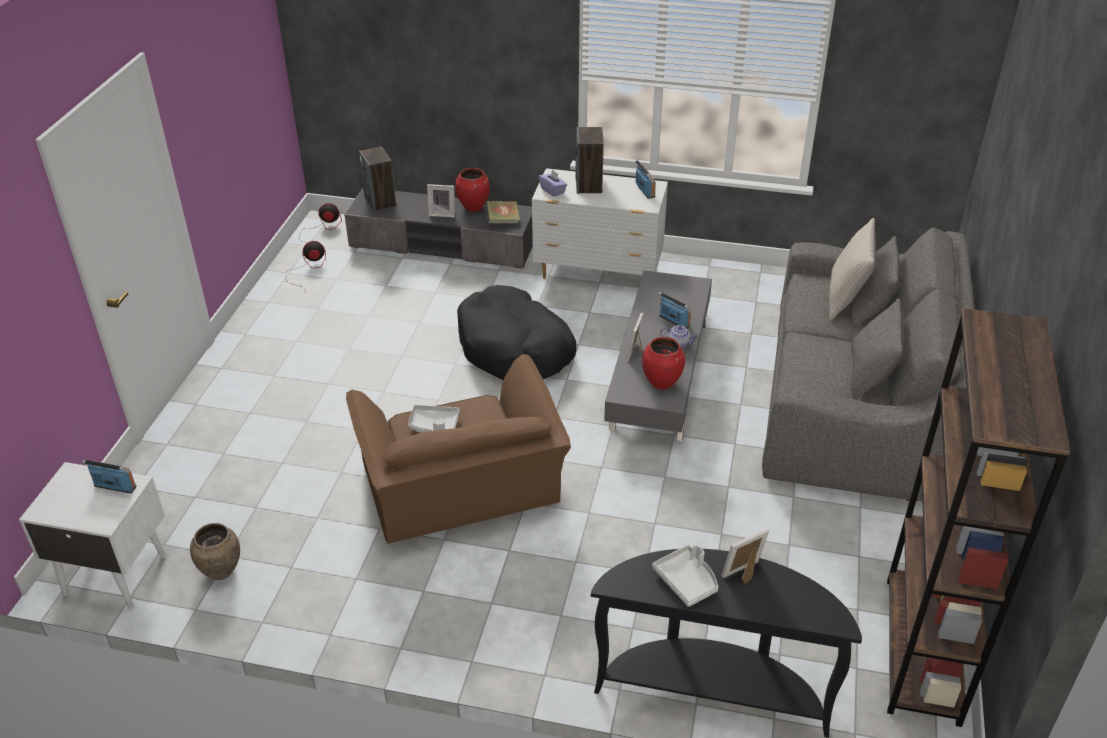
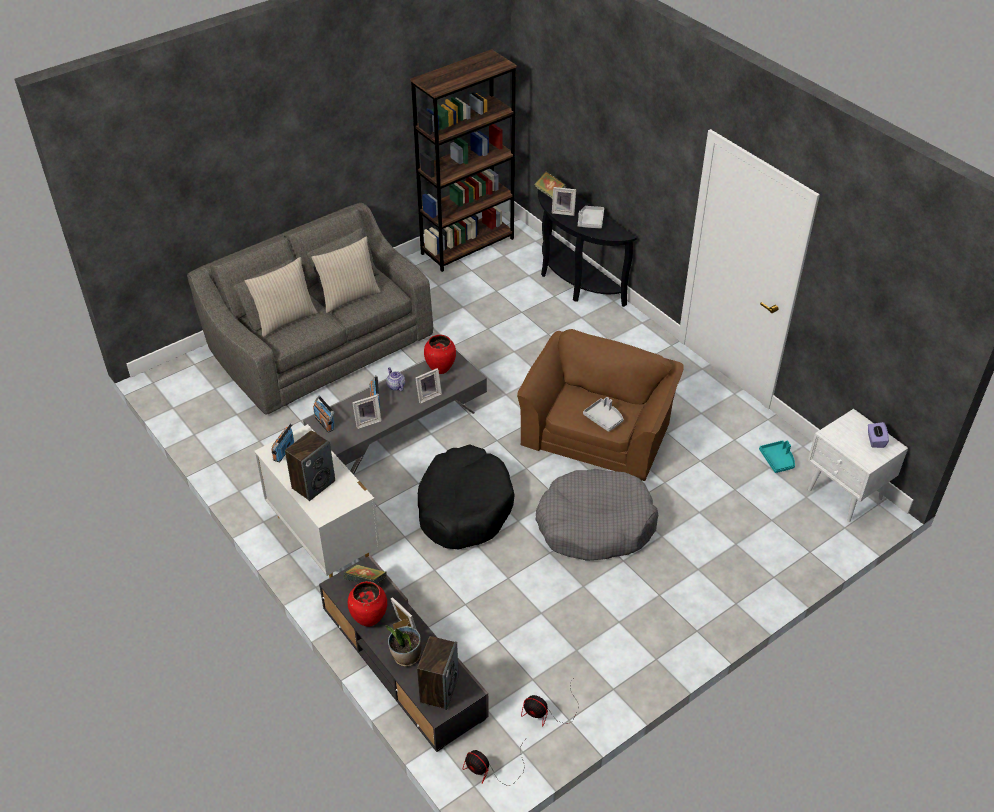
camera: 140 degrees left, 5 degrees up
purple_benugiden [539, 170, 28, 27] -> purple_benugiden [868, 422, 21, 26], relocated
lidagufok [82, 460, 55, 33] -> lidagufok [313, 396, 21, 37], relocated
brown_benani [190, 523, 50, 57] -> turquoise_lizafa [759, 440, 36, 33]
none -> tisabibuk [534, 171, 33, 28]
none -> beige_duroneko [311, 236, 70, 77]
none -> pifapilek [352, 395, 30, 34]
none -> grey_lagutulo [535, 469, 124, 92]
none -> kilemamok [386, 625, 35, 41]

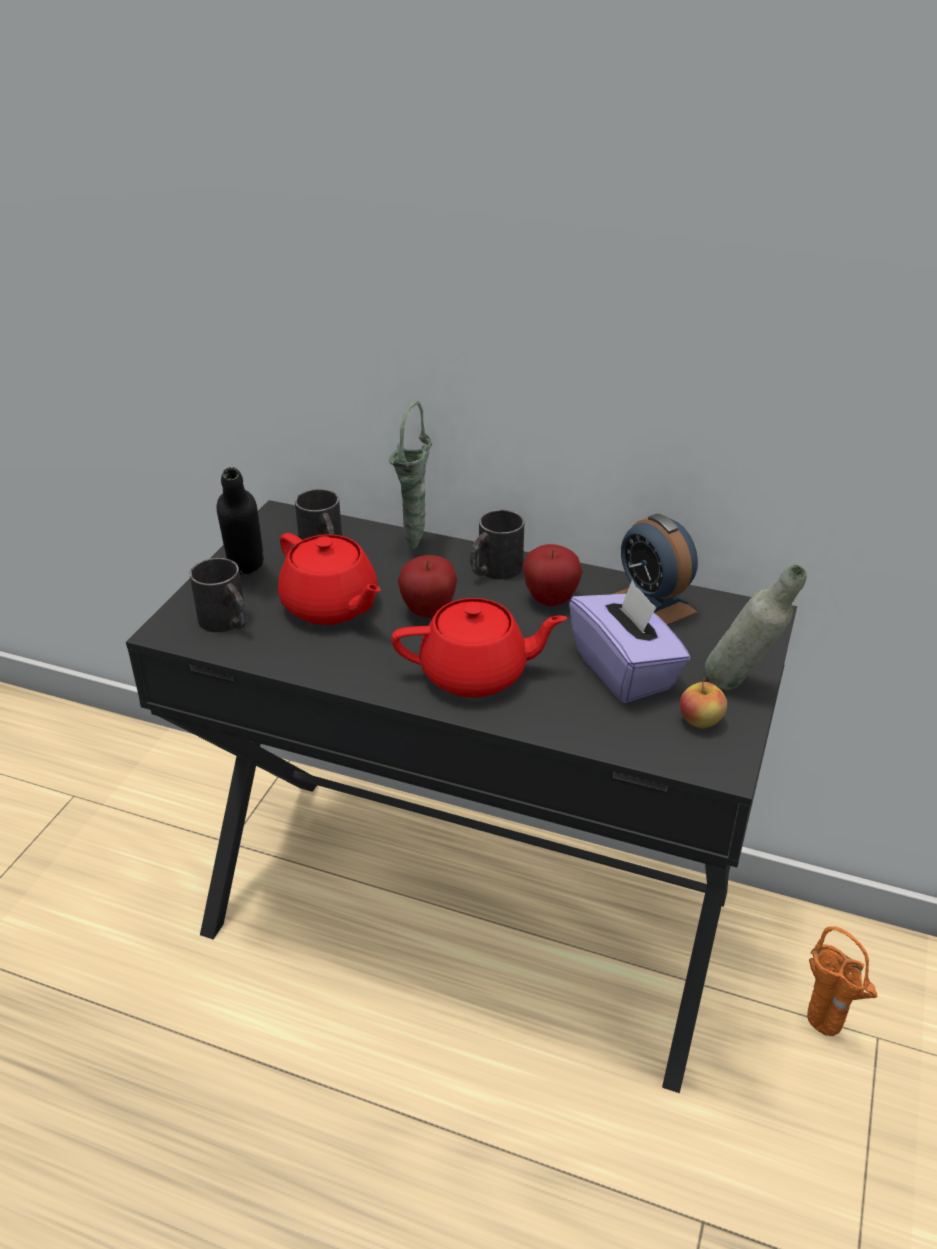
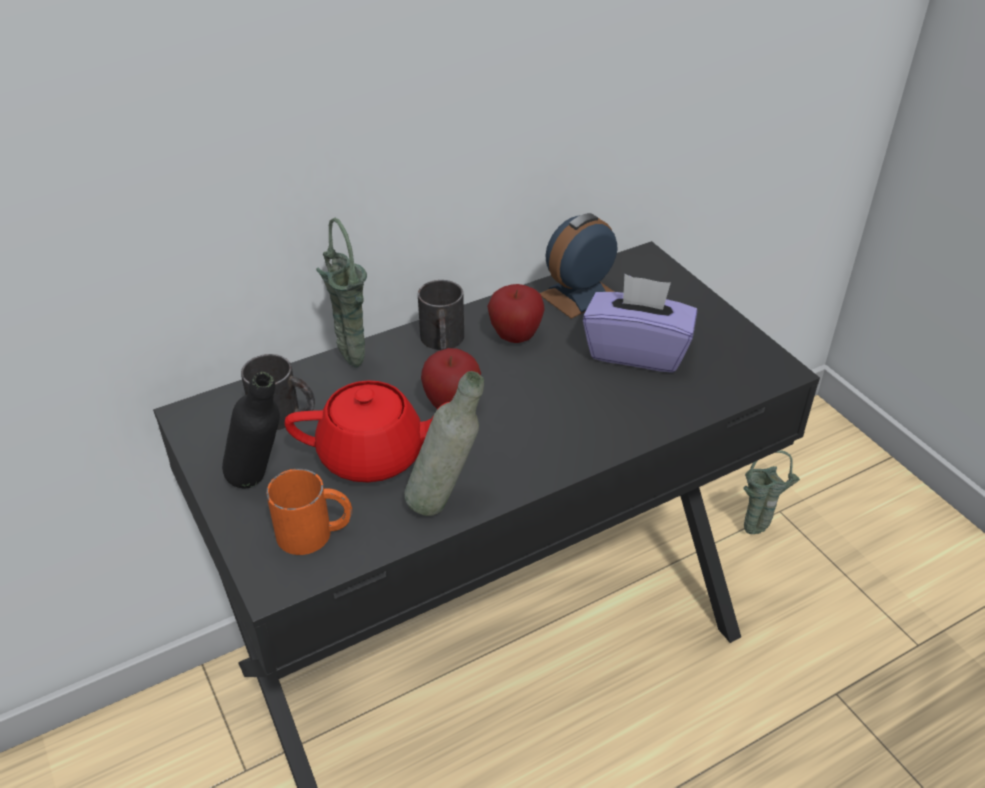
camera: 50 degrees left, 5 degrees up
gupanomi [614, 513, 84, 112] -> gupanomi [540, 213, 77, 106], 135 degrees clockwise
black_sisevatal [190, 558, 57, 75] -> orange_sisevatal [266, 469, 86, 86]
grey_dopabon [705, 565, 102, 125] -> grey_dopabon [404, 371, 80, 145], relocated
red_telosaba [391, 598, 176, 99] -> none
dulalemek [680, 677, 47, 51] -> none
orange_benani [807, 926, 70, 110] -> green_benani [743, 450, 57, 84]

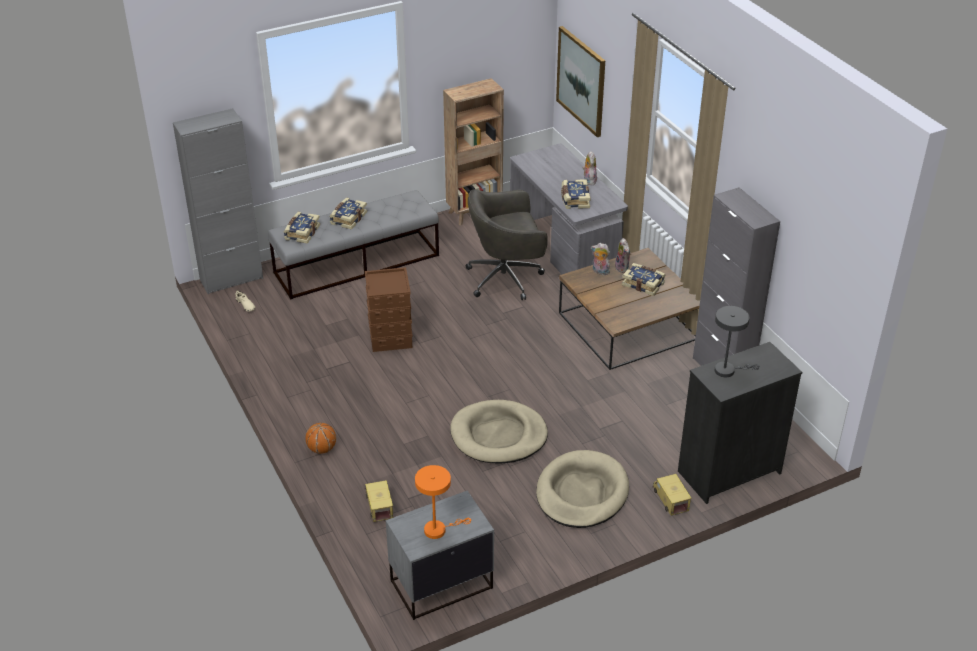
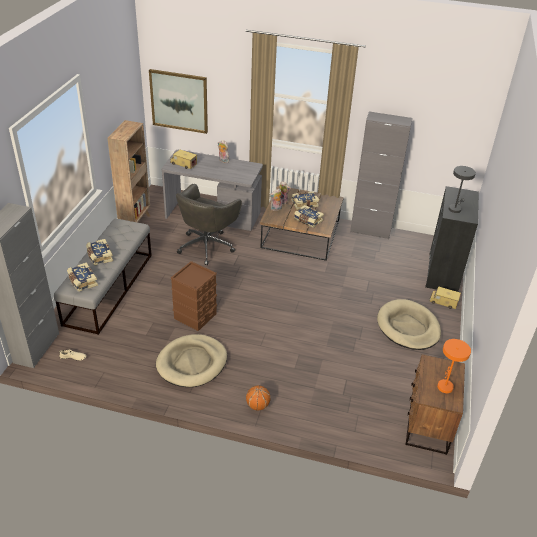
camera: 50 degrees left, 0 degrees up
tisabibuk [561, 179, 30, 30] -> tisabibuk [294, 205, 30, 23], relocated
beige_lagutulo [450, 400, 98, 64] -> beige_lagutulo [156, 334, 71, 53], relocated
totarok [365, 480, 28, 42] -> totarok [170, 150, 27, 19], relocated
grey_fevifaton [386, 490, 108, 130] -> brown_fevifaton [405, 354, 60, 101]

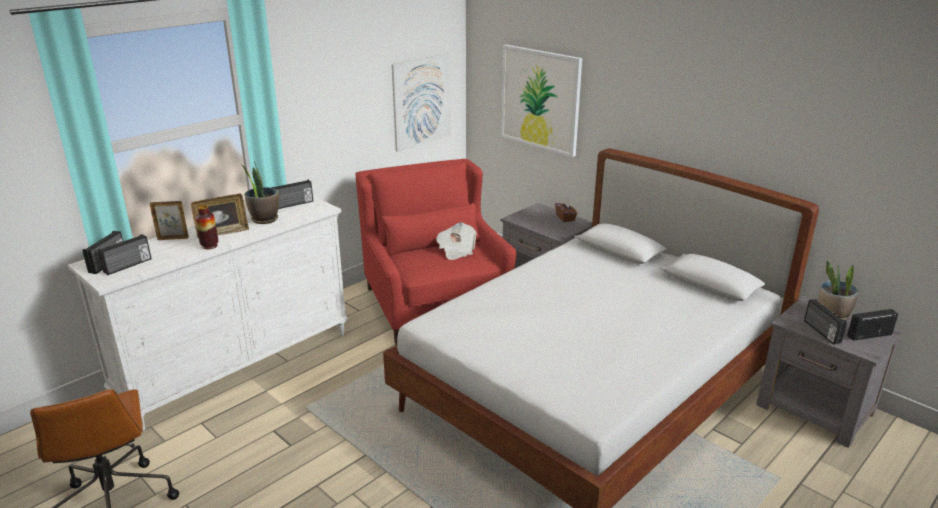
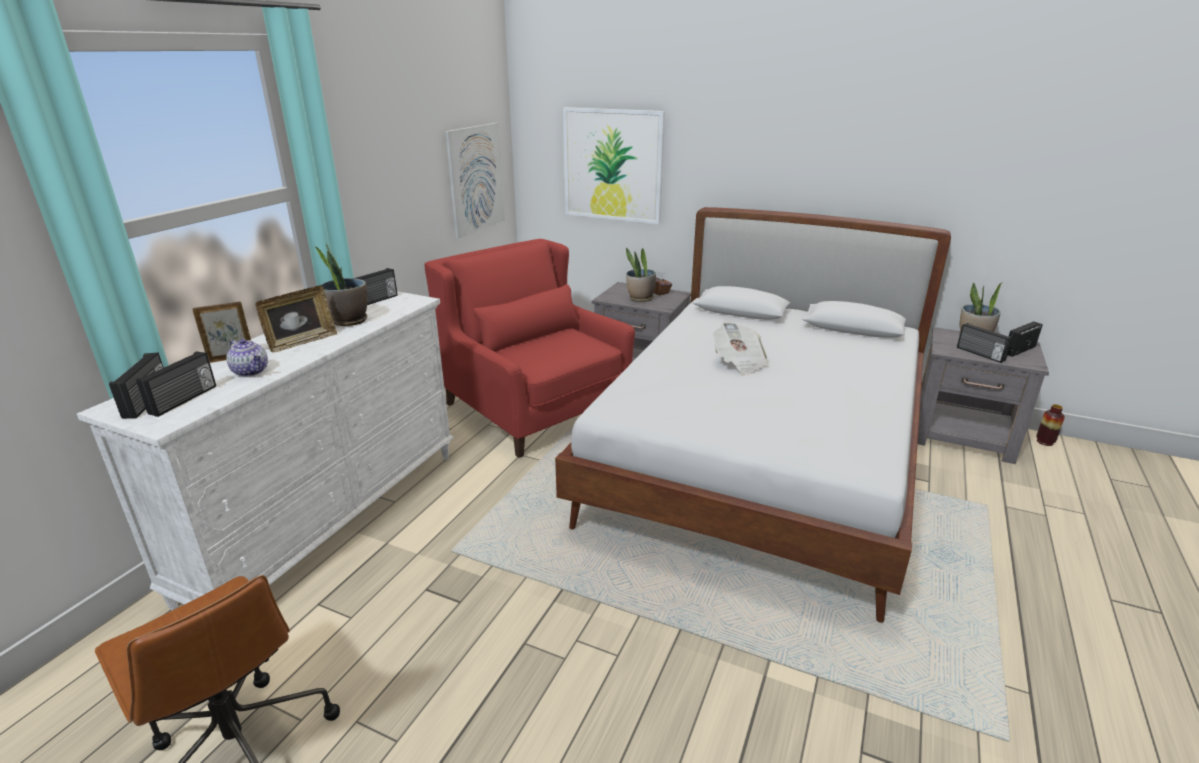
camera: 20 degrees left, 0 degrees up
benani [195, 205, 23, 44] -> benani [1036, 404, 29, 42], relocated
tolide [436, 222, 41, 38] -> tolide [713, 322, 56, 53], relocated
none -> kilemamok [626, 248, 30, 54]
none -> telosaba [226, 339, 42, 38]

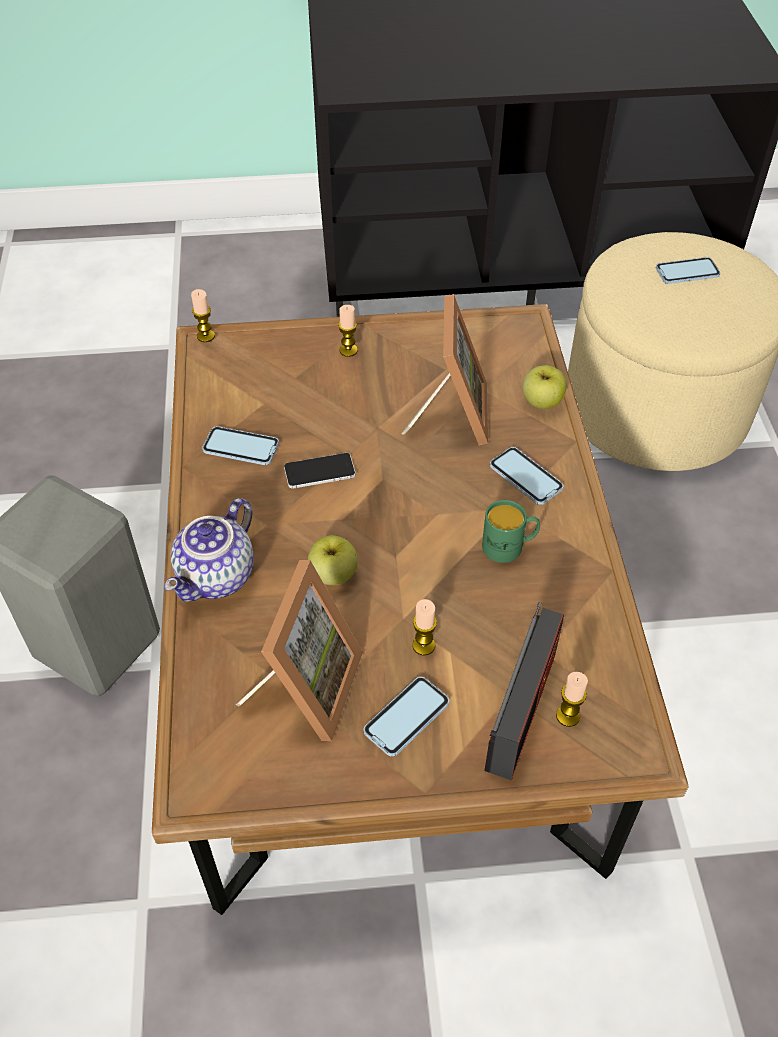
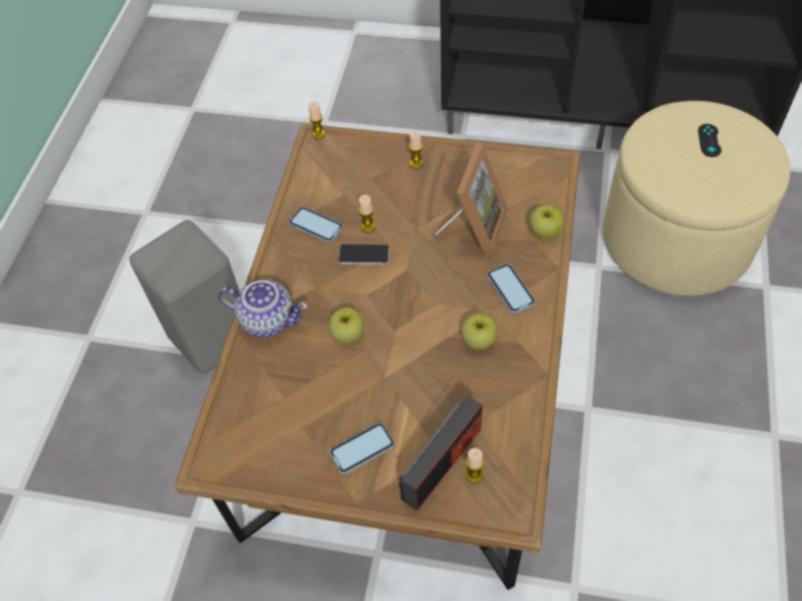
camera: 20 degrees right, 5 degrees up
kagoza [656, 257, 64, 27] -> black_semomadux [698, 124, 24, 33]
telosaba [164, 498, 90, 104] -> telosaba [218, 280, 90, 58], 120 degrees counterclockwise
green_sisevatal [482, 500, 58, 63] -> dulalemek [461, 313, 37, 37]
pifapilek [236, 560, 127, 181] -> none
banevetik [412, 599, 25, 57] -> banevetik [359, 195, 16, 38], relocated

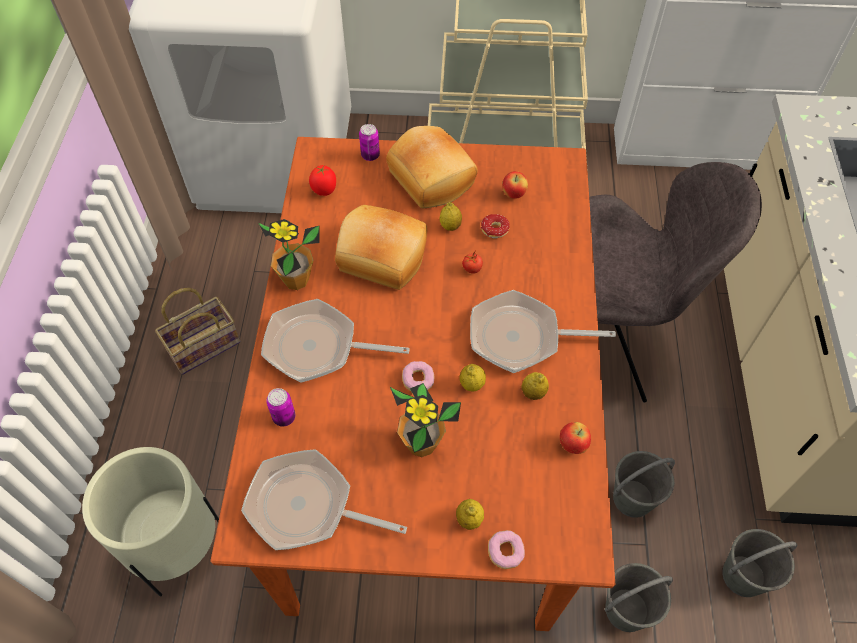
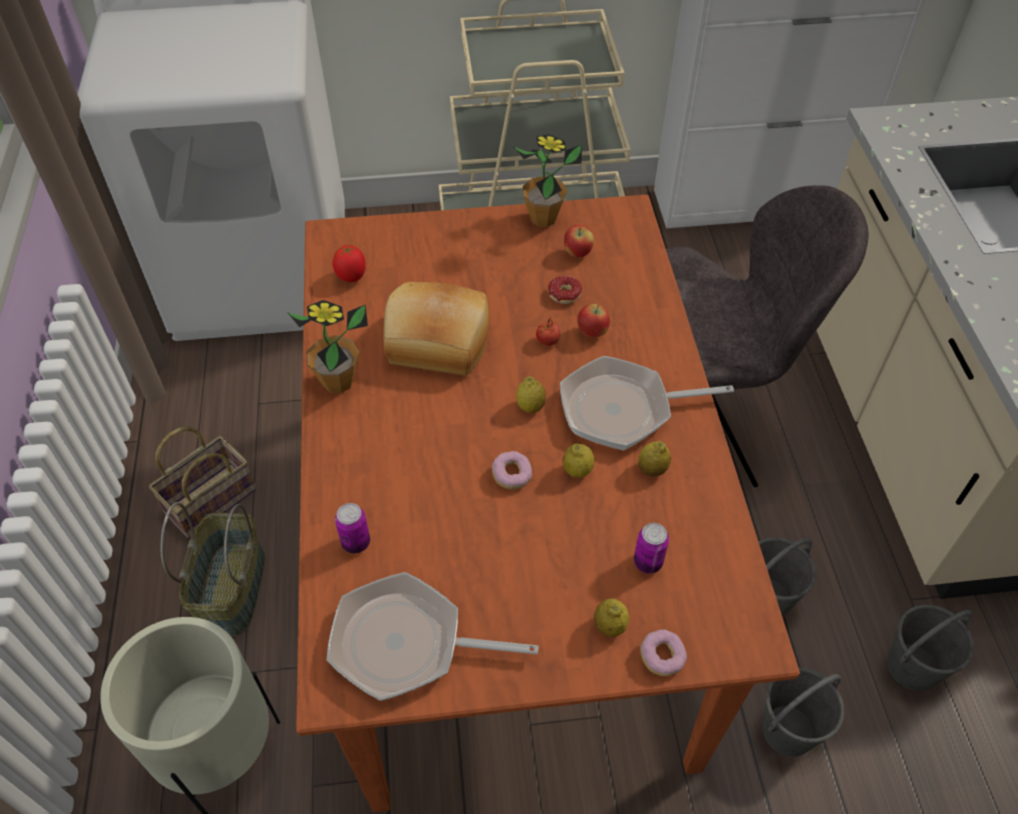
camera: 10 degrees left, 5 degrees down
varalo [359, 124, 21, 37] -> varalo [634, 523, 35, 50], relocated
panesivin [386, 126, 92, 82] -> none
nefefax [439, 202, 23, 29] -> nefefax [516, 376, 30, 37], relocated
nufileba [261, 299, 149, 84] -> none
kilemamok [390, 383, 71, 74] -> kilemamok [514, 134, 68, 93], relocated
dulalemek [560, 422, 31, 32] -> dulalemek [577, 304, 33, 34], relocated
none -> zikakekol [160, 502, 105, 134]

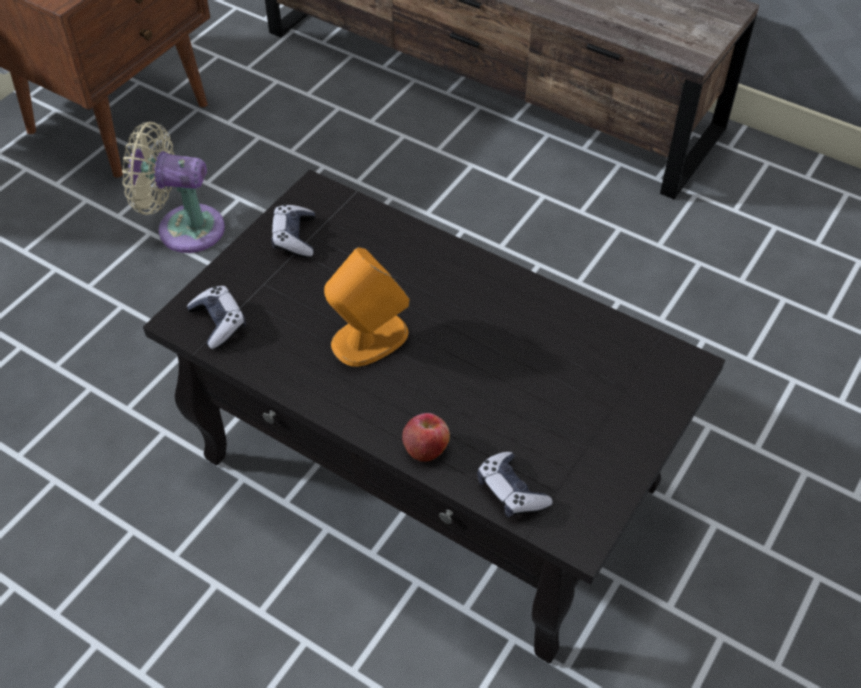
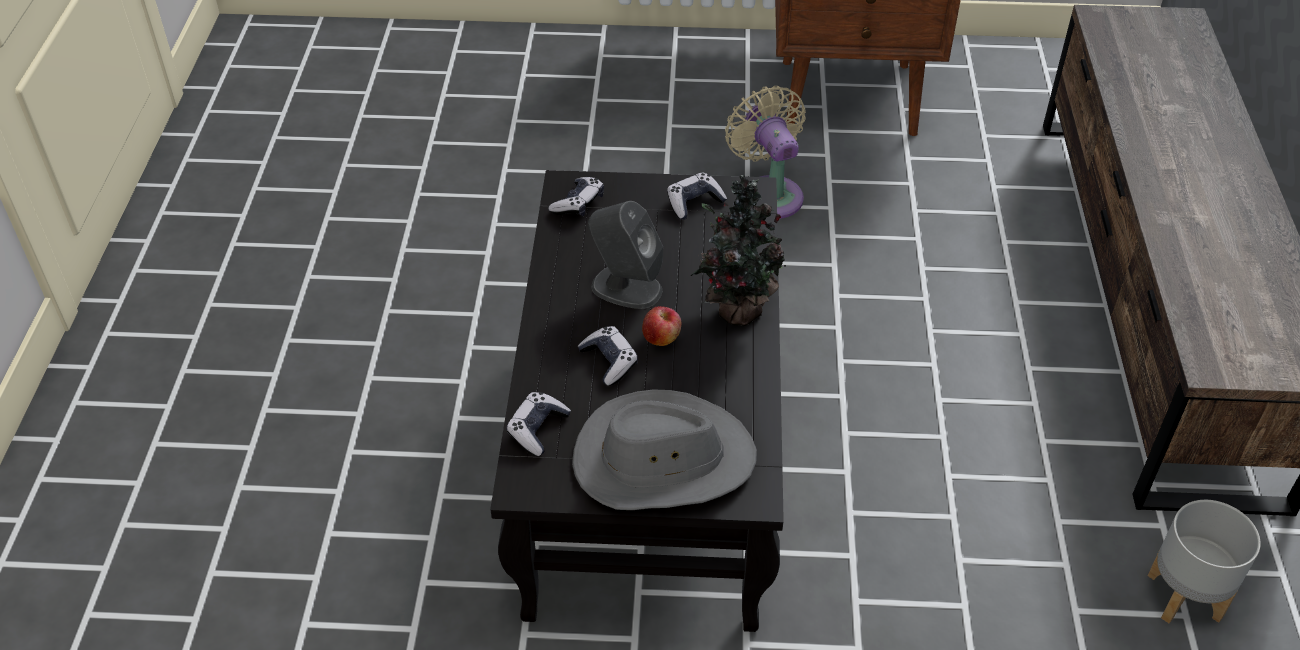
camera: 60 degrees right, 5 degrees down
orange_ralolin [324, 247, 86, 120] -> grey_ralolin [588, 201, 75, 108]
dulalemek [402, 413, 48, 49] -> dulalemek [642, 306, 39, 40], relocated
none -> kilemamok [691, 175, 95, 151]
none -> semomadux [578, 326, 60, 60]
none -> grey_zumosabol [572, 389, 185, 121]
none -> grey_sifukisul [1147, 500, 114, 123]

